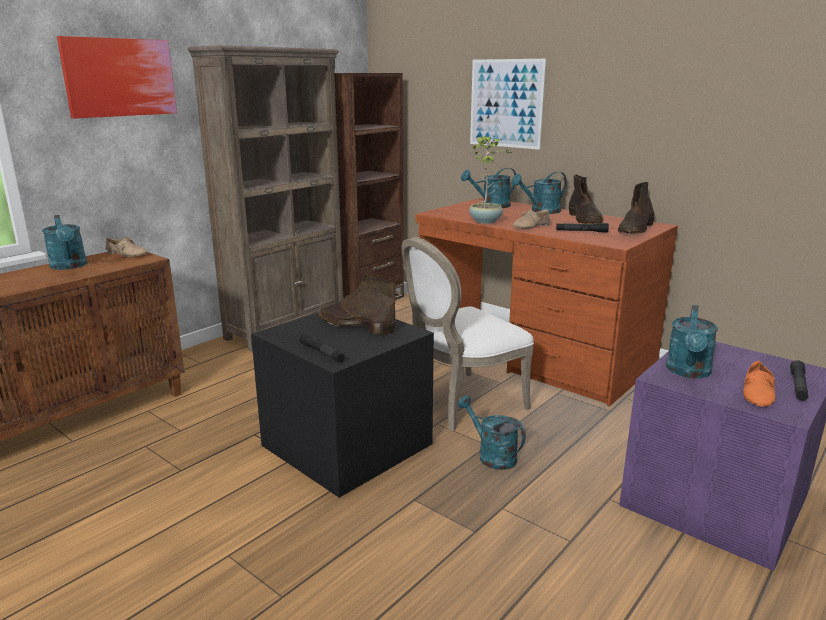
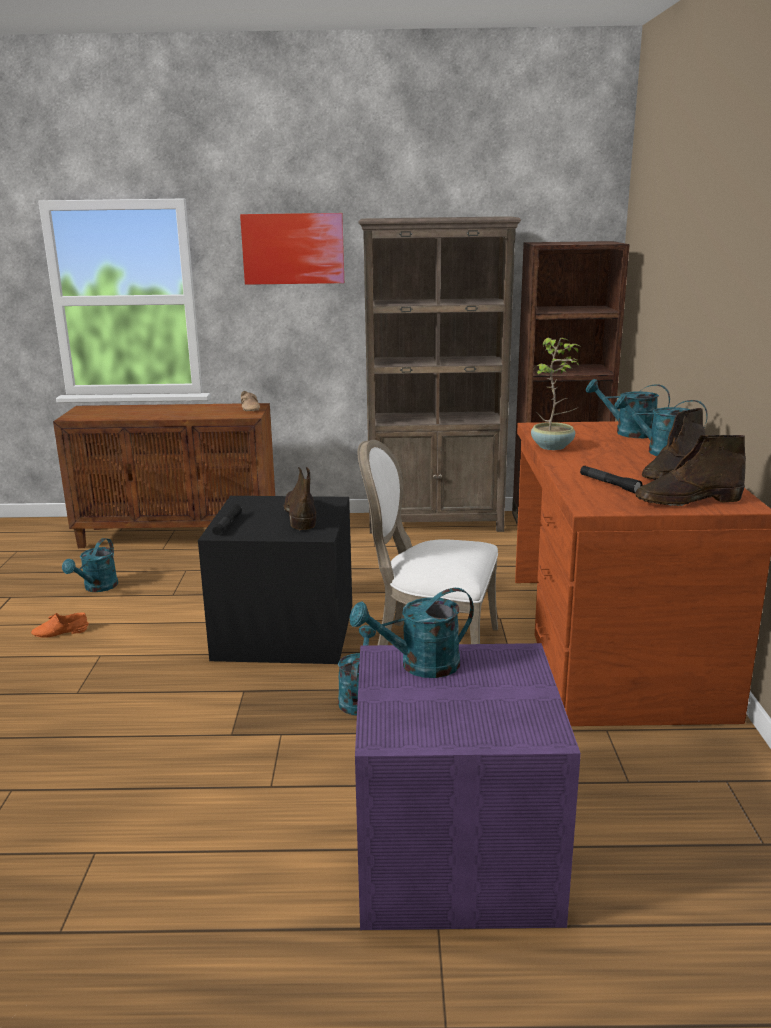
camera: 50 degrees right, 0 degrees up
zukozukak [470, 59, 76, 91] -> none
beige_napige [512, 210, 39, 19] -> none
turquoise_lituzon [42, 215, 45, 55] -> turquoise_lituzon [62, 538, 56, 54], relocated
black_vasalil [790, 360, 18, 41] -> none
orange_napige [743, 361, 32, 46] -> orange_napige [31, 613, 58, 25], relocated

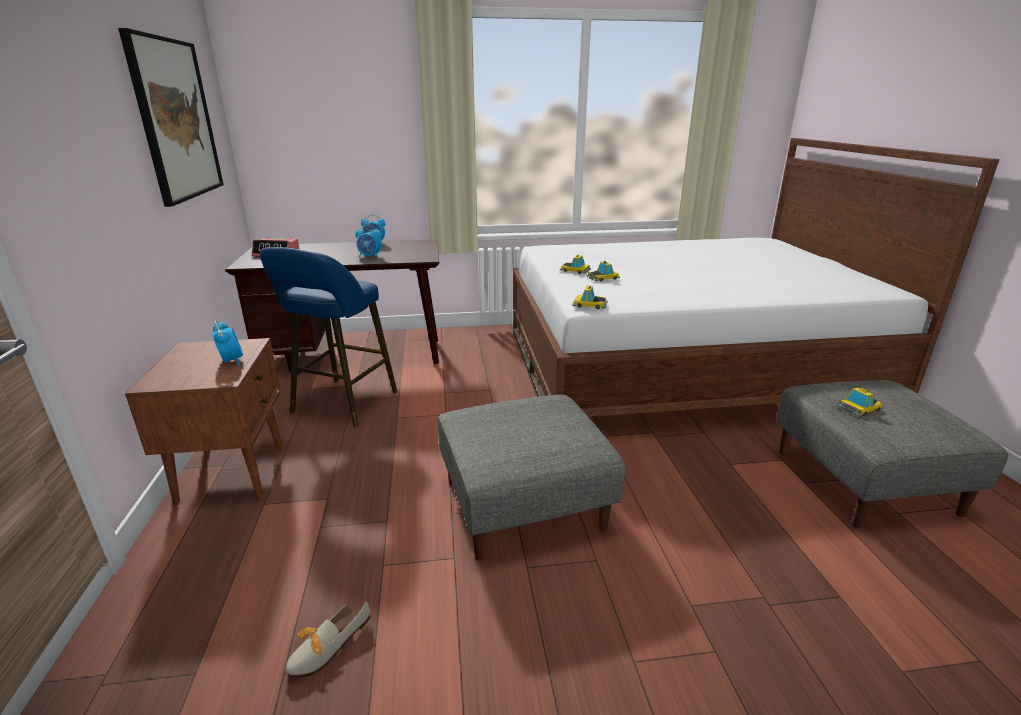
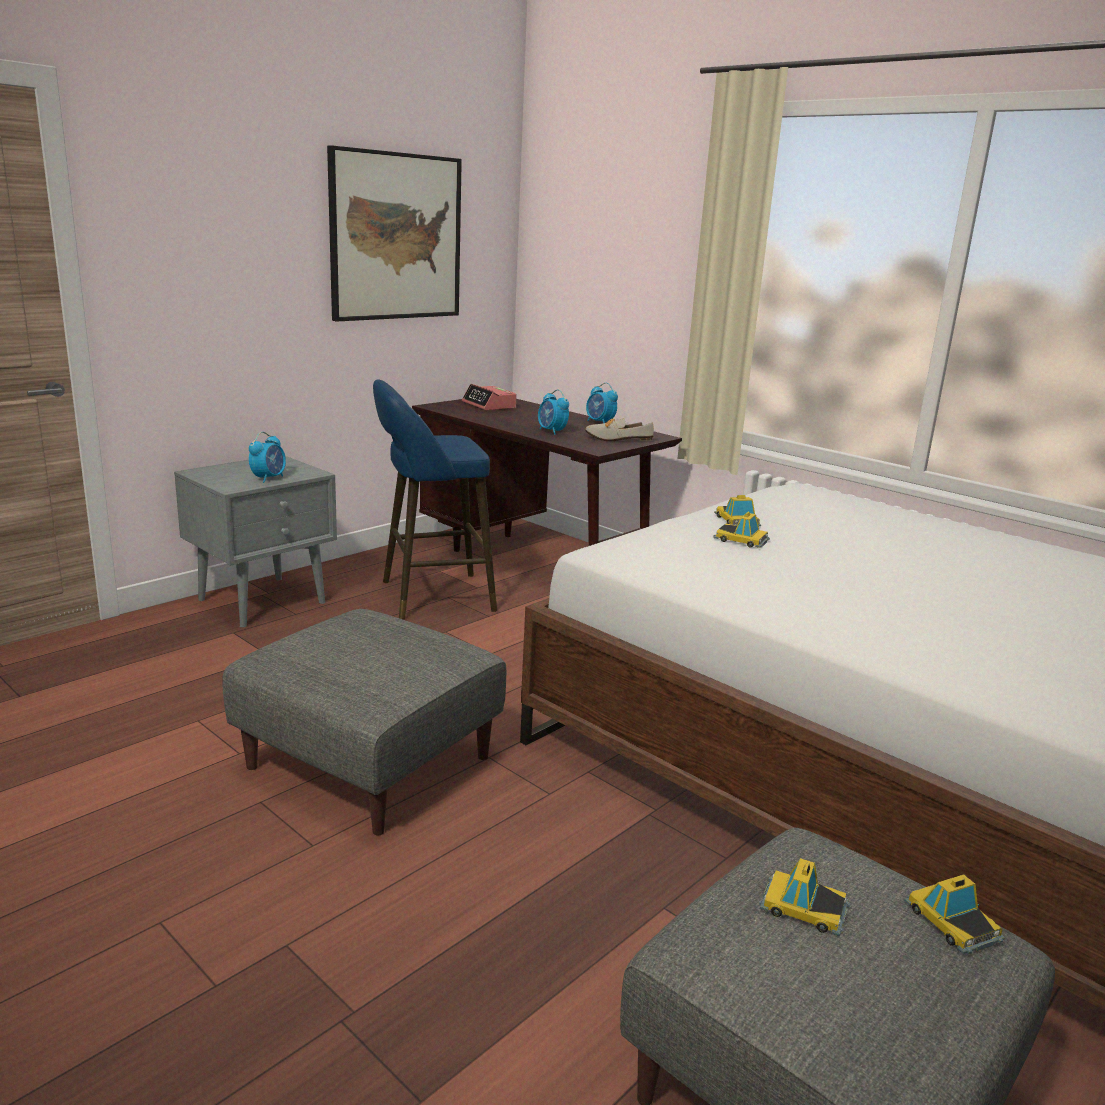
camera: 50 degrees right, 5 degrees down
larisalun [572, 285, 36, 24] -> larisalun [904, 874, 101, 80], relocated
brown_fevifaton [125, 338, 158, 167] -> grey_fevifaton [174, 456, 163, 171]
napige [285, 601, 86, 77] -> napige [585, 418, 69, 23], relocated

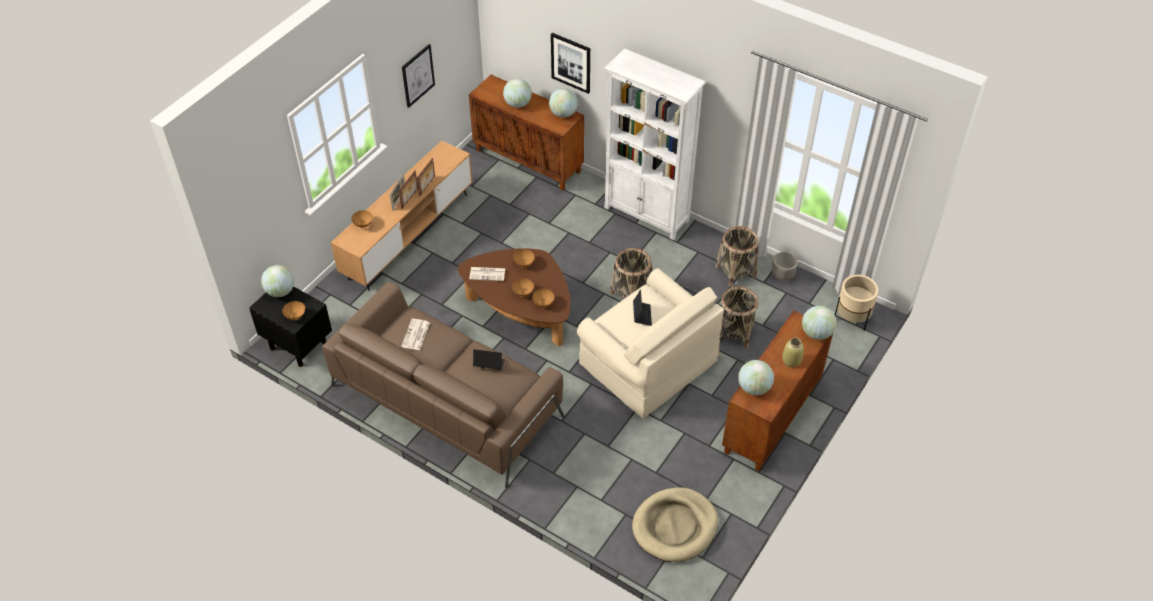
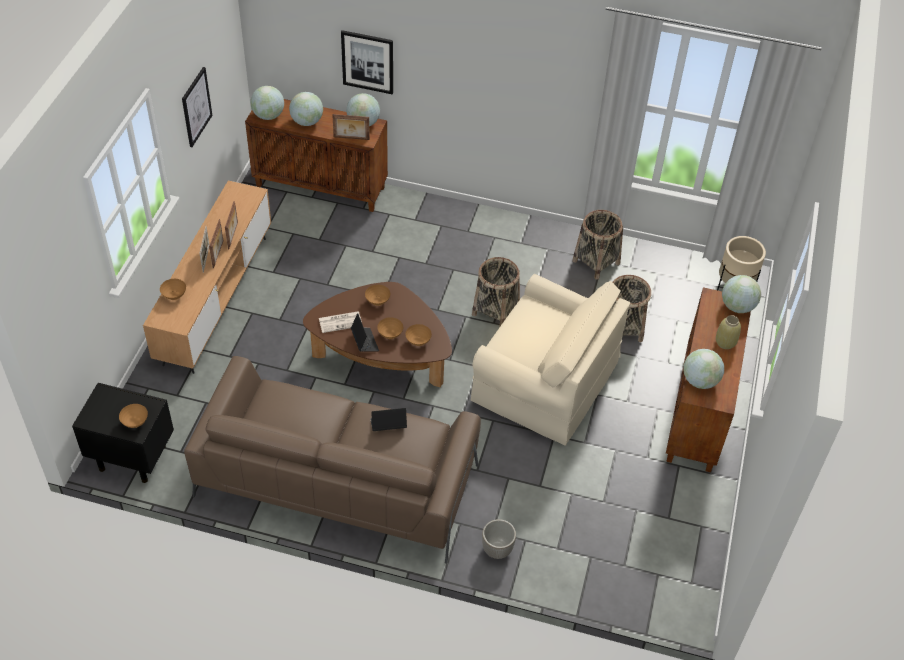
camera: 20 degrees left, 0 degrees up
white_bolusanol [604, 49, 102, 191] -> none
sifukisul [772, 252, 26, 29] -> sifukisul [482, 519, 34, 40], relocated
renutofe [261, 265, 33, 32] -> renutofe [250, 86, 34, 34], relocated
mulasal [633, 289, 19, 37] -> mulasal [351, 313, 28, 38], relocated
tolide [401, 319, 29, 31] -> none
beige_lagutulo [632, 487, 86, 75] -> none
none -> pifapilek [332, 114, 38, 26]

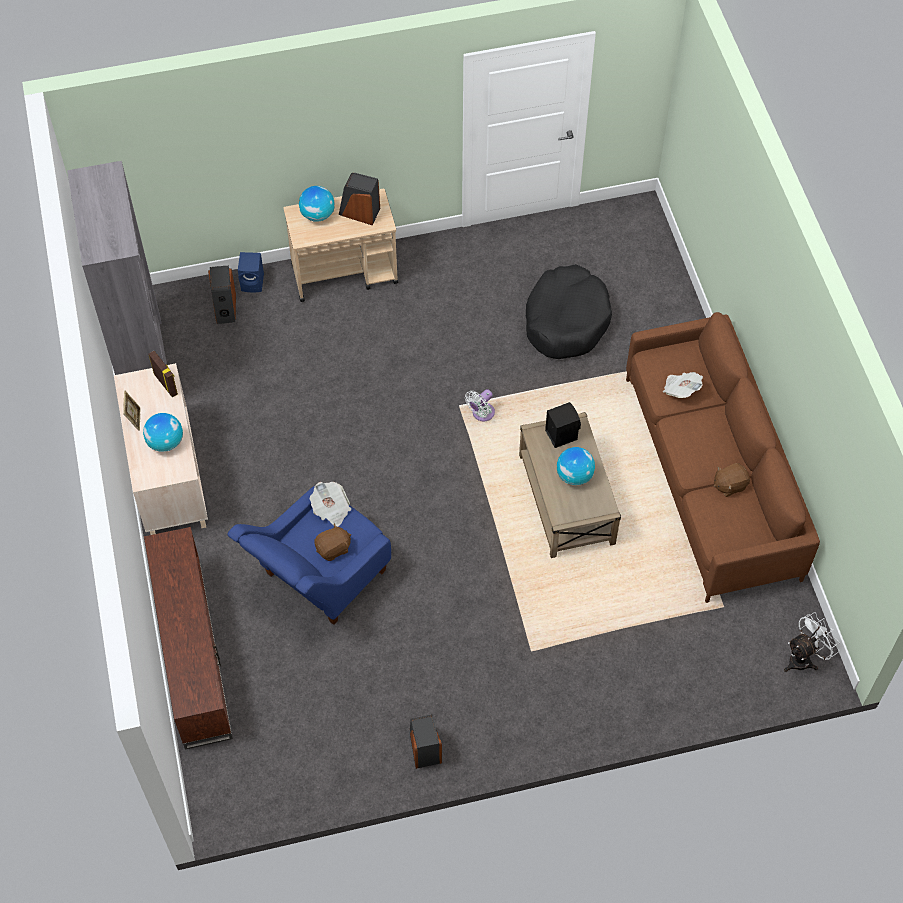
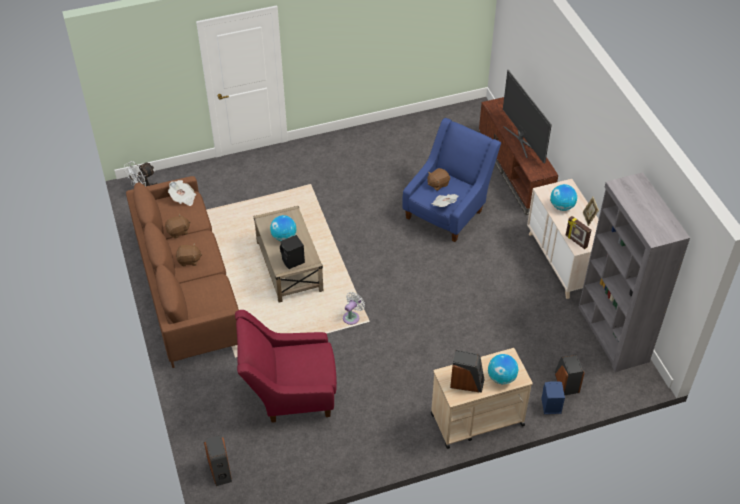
camera: 175 degrees right, 10 degrees down
black_lagutulo [526, 264, 86, 95] -> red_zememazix [235, 310, 102, 113]
tolide [663, 372, 40, 26] -> tolide [168, 180, 28, 26], relocated
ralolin [410, 714, 32, 55] -> ralolin [204, 435, 28, 51], relocated
none -> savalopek [503, 69, 49, 95]
none -> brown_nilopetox [176, 243, 27, 23]

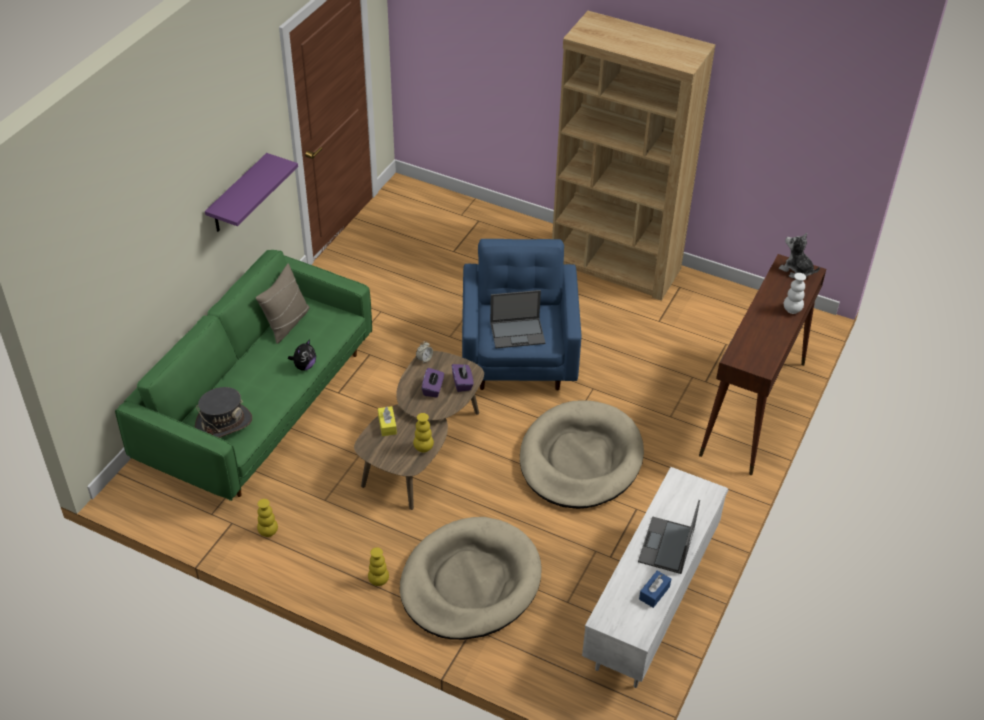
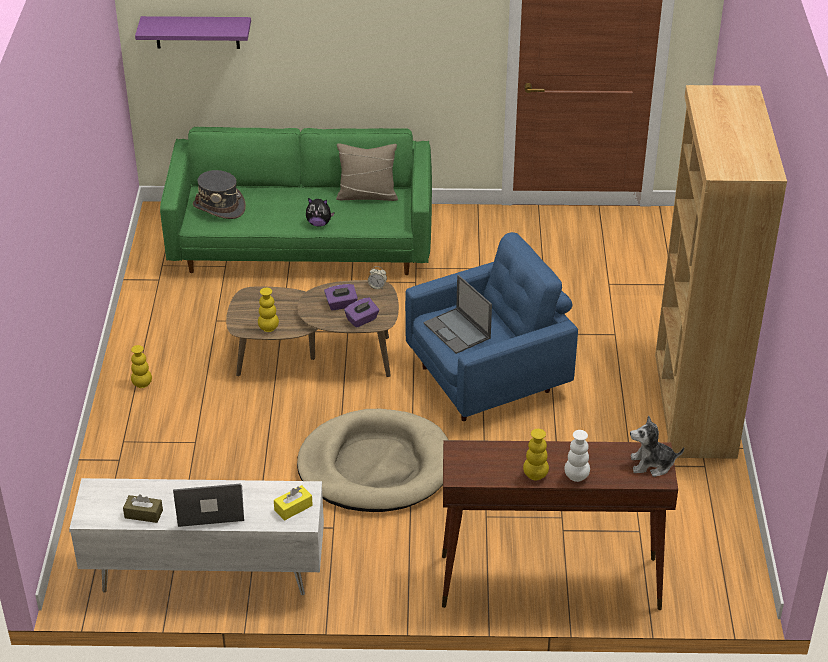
camera: 65 degrees right, 5 degrees down
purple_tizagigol [205, 153, 93, 79] -> purple_tizagigol [135, 16, 116, 33], relocated
nilopetox [779, 233, 41, 46] -> nilopetox [630, 415, 54, 62], 105 degrees counterclockwise
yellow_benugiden [378, 406, 19, 30] -> yellow_benugiden [274, 485, 39, 36], relocated
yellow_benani [257, 499, 21, 38] -> yellow_benani [523, 429, 26, 51], relocated
beige_lagutulo [400, 517, 142, 123] -> none
blue_benugiden [639, 571, 32, 37] -> brown_benugiden [123, 494, 40, 29]

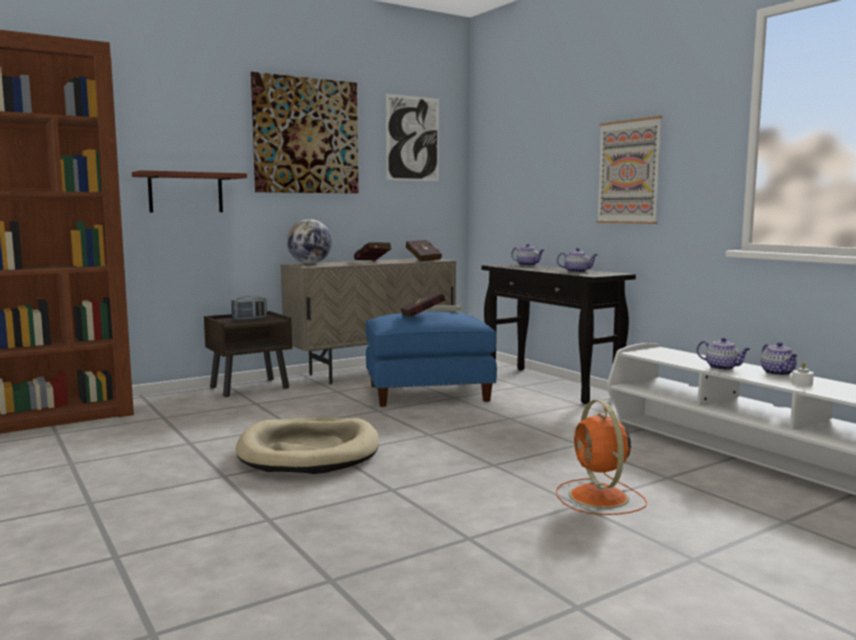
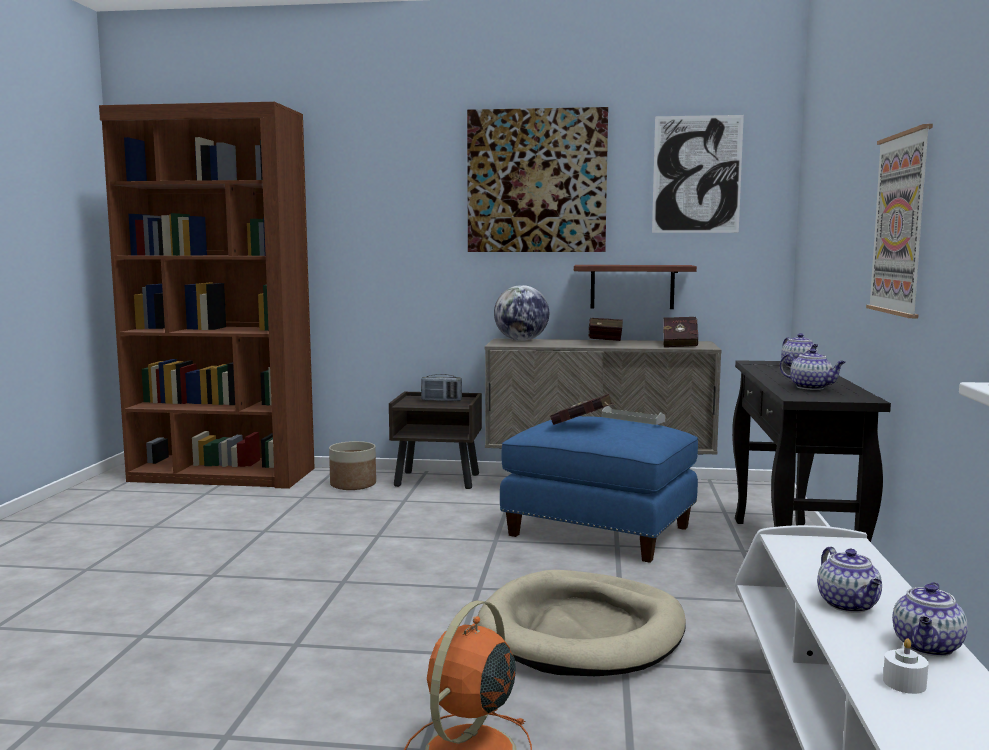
camera: 40 degrees right, 0 degrees up
tizagigol [132, 170, 115, 42] -> tizagigol [574, 265, 123, 44], relocated
beige_lagutulo [236, 418, 143, 56] -> beige_lagutulo [478, 570, 208, 106], relocated
none -> sifukisul [329, 441, 47, 49]

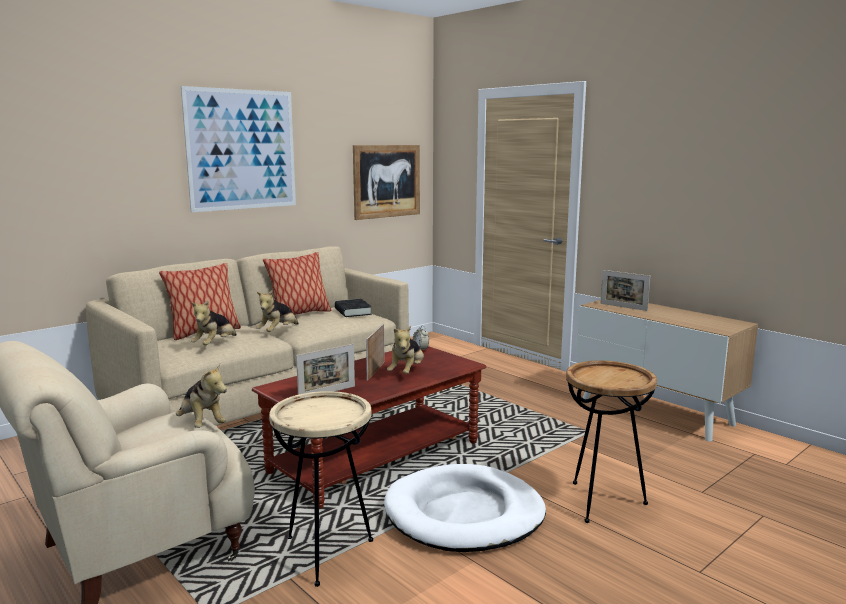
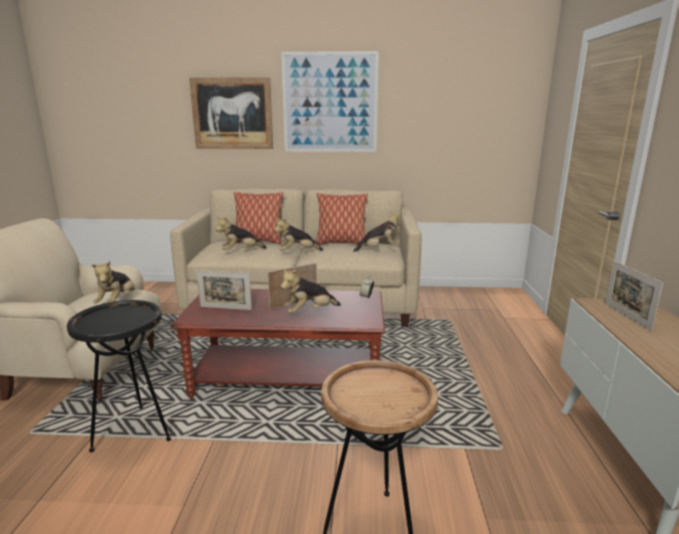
camera: 45 degrees right, 5 degrees up
zukozukak [353, 145, 67, 75] -> zukozukak [189, 77, 84, 72], relocated
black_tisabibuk [335, 299, 37, 18] -> nilopetox [353, 211, 48, 41]
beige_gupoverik [269, 391, 104, 196] -> black_gupoverik [67, 300, 104, 152]
white_lagutulo [384, 464, 162, 88] -> none

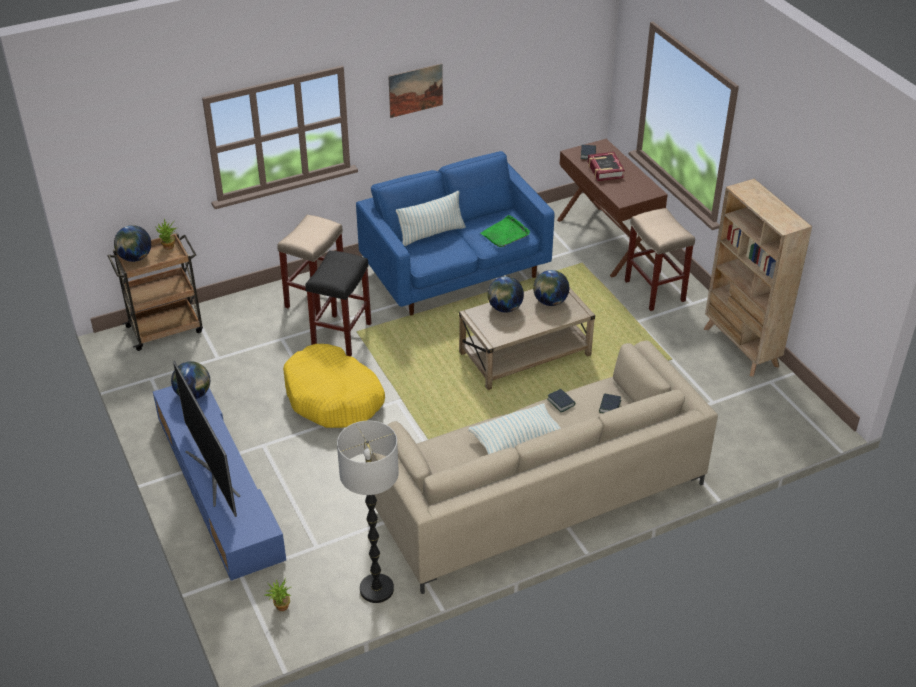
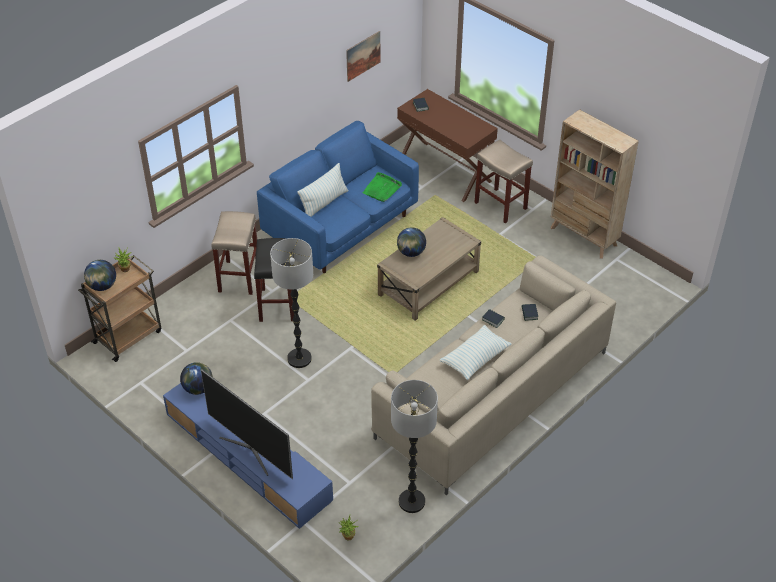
camera: 20 degrees left, 5 degrees up
zukozukak [388, 63, 55, 55] -> zukozukak [346, 31, 34, 51], relocated
tisabibuk [588, 152, 37, 29] -> none
renutofe [533, 270, 36, 36] -> none
yellow_lagutulo [283, 344, 102, 84] -> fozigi [270, 238, 43, 130]

